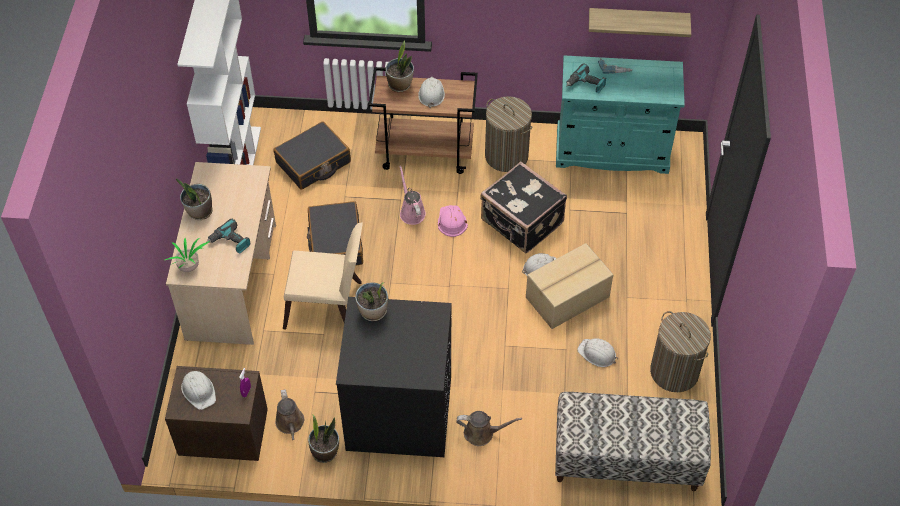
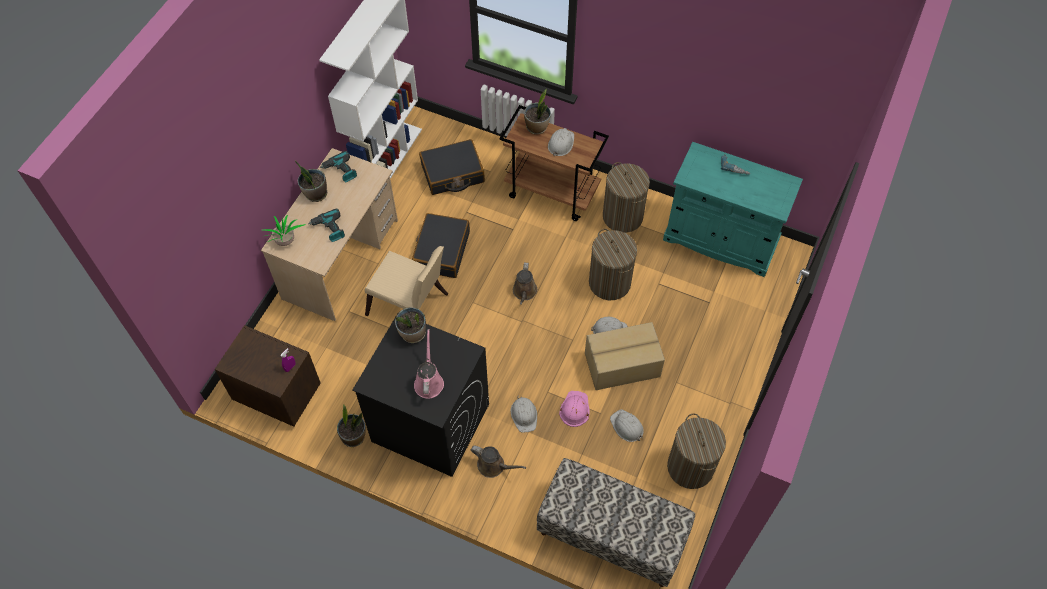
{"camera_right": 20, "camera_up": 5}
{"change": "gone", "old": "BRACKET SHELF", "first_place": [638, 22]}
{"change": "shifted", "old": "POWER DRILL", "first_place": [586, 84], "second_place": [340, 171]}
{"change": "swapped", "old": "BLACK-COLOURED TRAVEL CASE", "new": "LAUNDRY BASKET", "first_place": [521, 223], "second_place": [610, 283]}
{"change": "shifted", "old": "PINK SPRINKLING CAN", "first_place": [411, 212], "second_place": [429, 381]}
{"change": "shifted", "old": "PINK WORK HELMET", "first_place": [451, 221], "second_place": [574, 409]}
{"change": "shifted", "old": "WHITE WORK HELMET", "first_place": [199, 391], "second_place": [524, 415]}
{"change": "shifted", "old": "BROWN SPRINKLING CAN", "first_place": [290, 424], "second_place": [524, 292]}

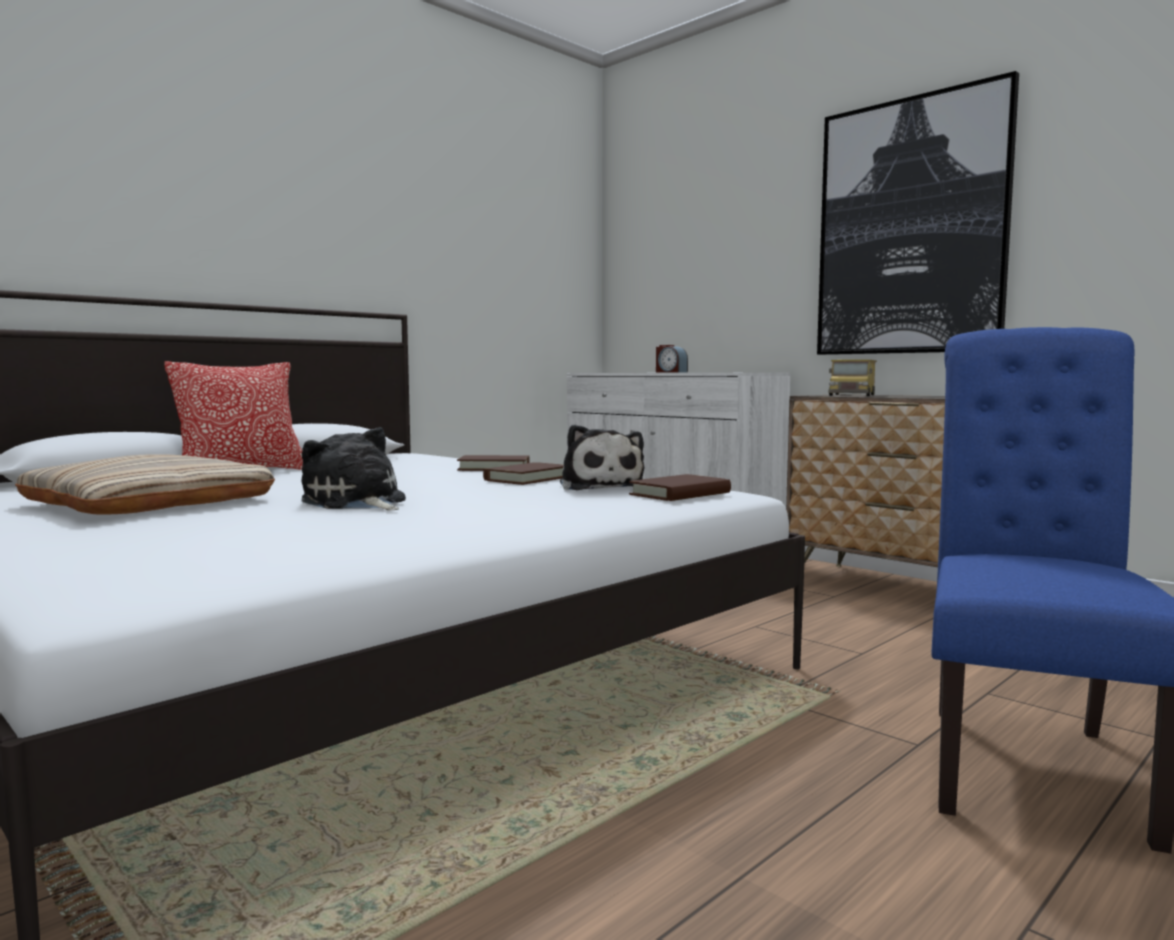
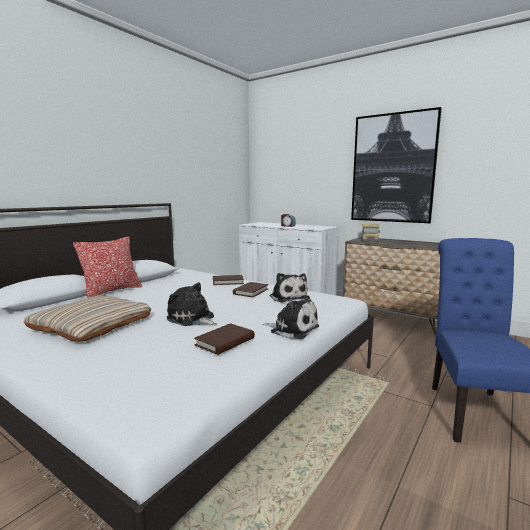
{"camera_right": -10, "camera_up": 5}
{"change": "shifted", "old": "BROWN VOLUME", "first_place": [680, 494], "second_place": [225, 342]}
{"change": "new", "new": "CUDDLY TOY", "second_place": [292, 329]}

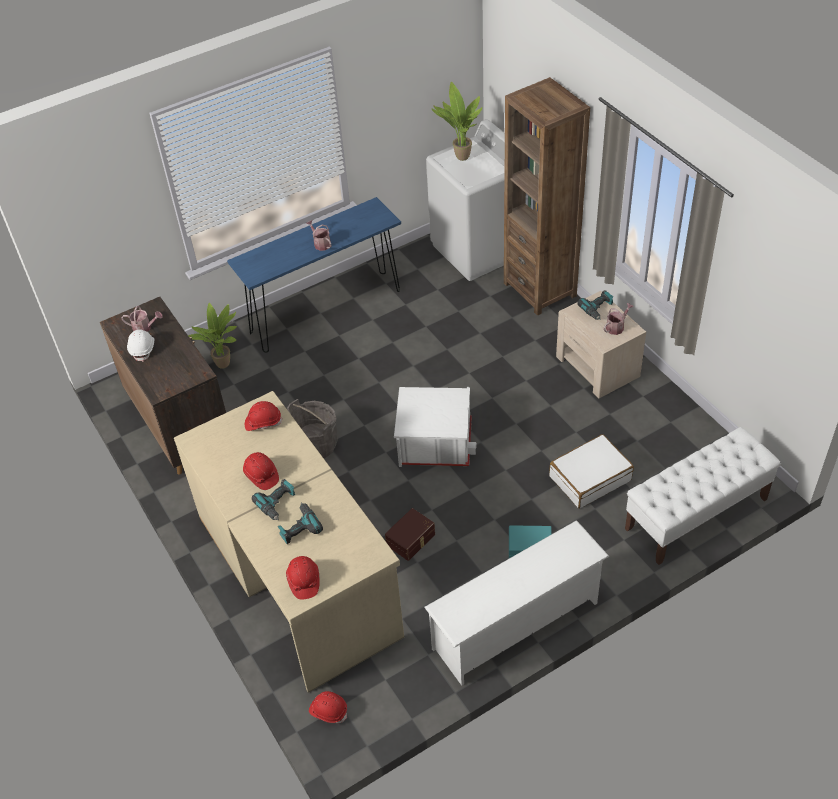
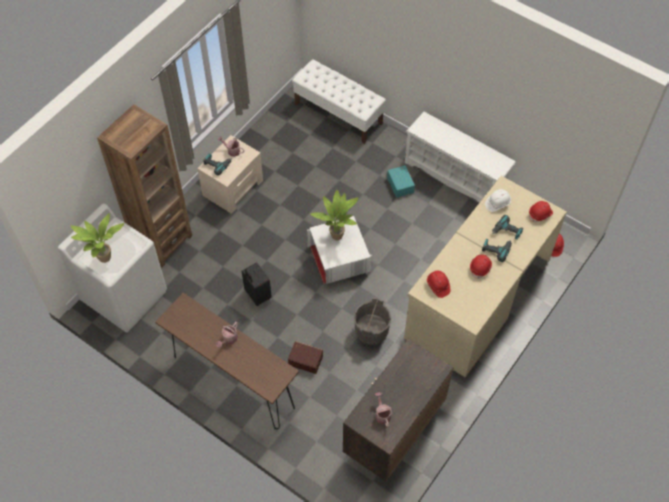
{"camera_right": -115, "camera_up": 10}
{"change": "repainted", "old": "BLUISH CONSOLE TABLE", "new": "BROWN CONSOLE TABLE", "first_place": [326, 311], "second_place": [233, 381]}
{"change": "shifted", "old": "PLANT IN A POT", "first_place": [225, 365], "second_place": [337, 235]}
{"change": "shifted", "old": "WHITE WORK HELMET", "first_place": [143, 349], "second_place": [497, 203]}
{"change": "gone", "old": "WHITE TRAVEL CASE", "first_place": [590, 478]}
{"change": "shifted", "old": "BROWN STORAGE BOX", "first_place": [411, 540], "second_place": [305, 359]}
{"change": "new", "new": "BLACK-COLOURED TRAVEL CASE", "second_place": [257, 295]}

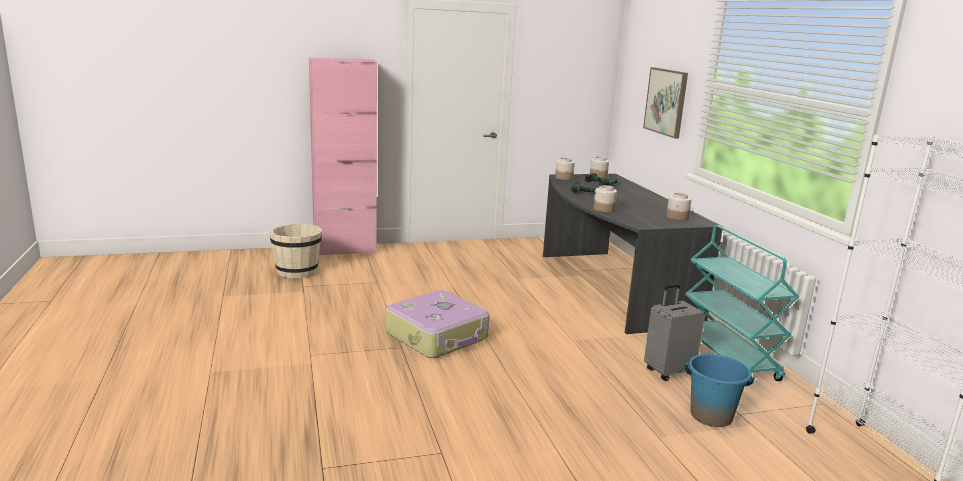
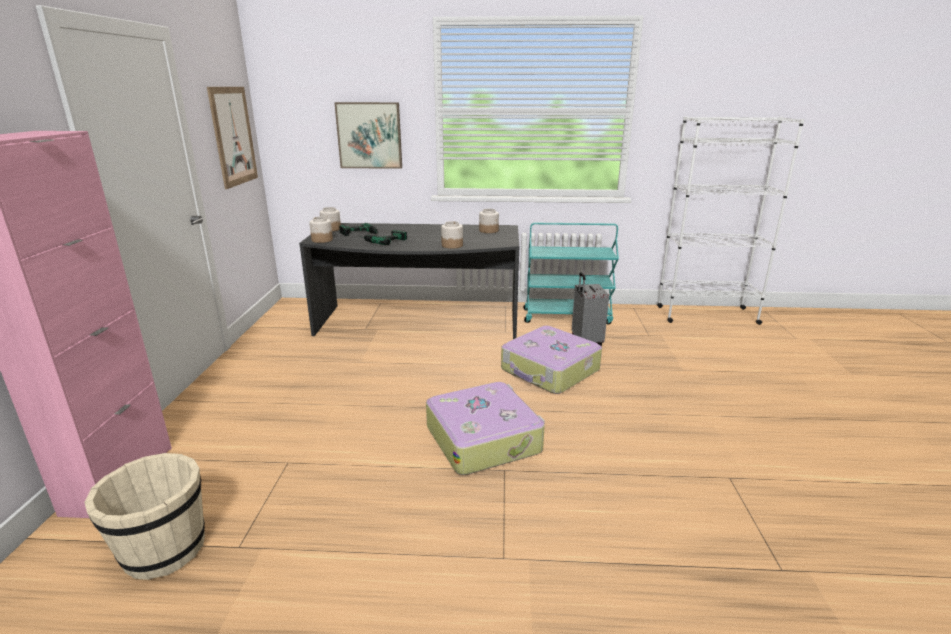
{"camera_right": -70, "camera_up": 5}
{"change": "gone", "old": "BLUISH PAIL", "first_place": [711, 416]}
{"change": "new", "new": "WALL ART", "second_place": [233, 136]}
{"change": "new", "new": "TRAVEL CASE", "second_place": [550, 371]}

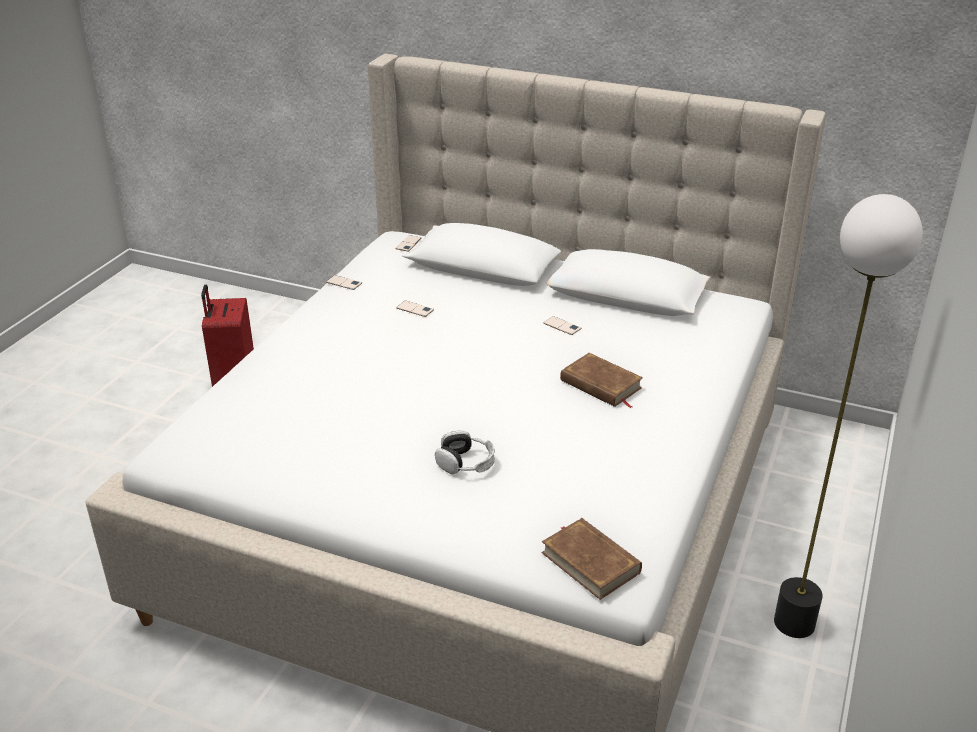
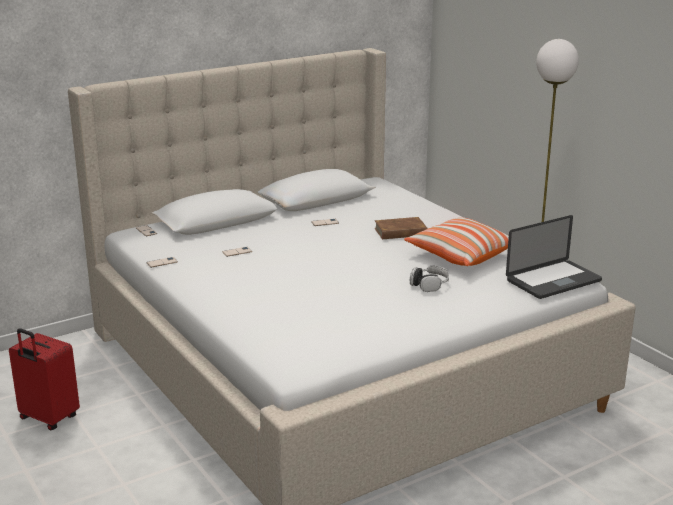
{"camera_right": -55, "camera_up": -10}
{"change": "swapped", "old": "BROWN VOLUME", "new": "LAPTOP", "first_place": [590, 562], "second_place": [553, 281]}
{"change": "new", "new": "CUSHION", "second_place": [460, 255]}

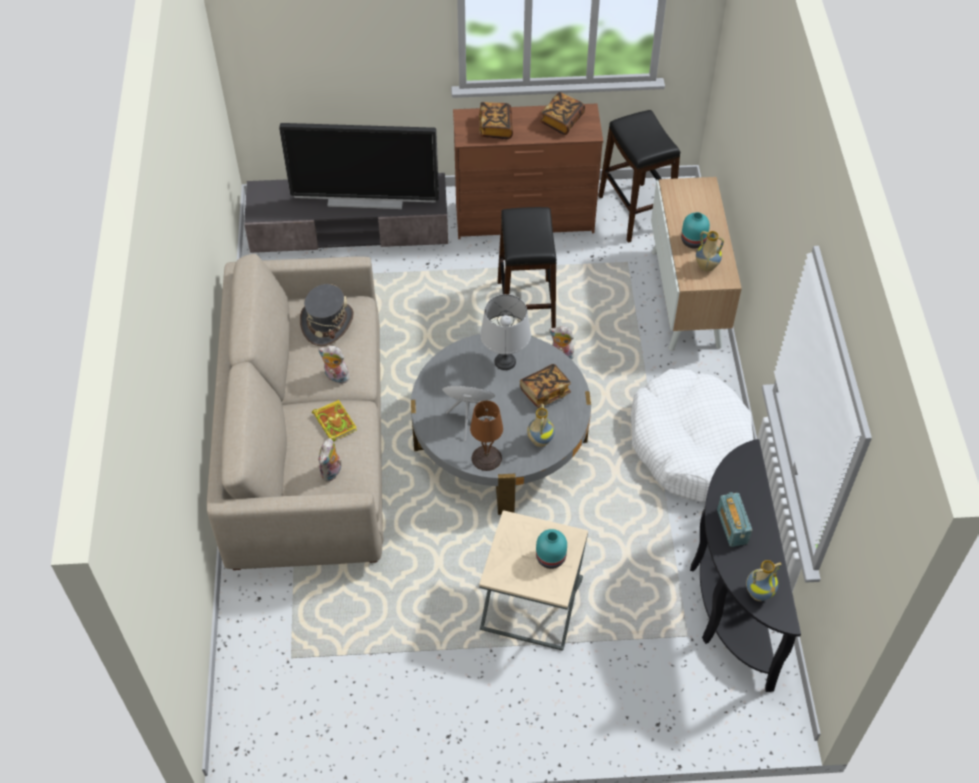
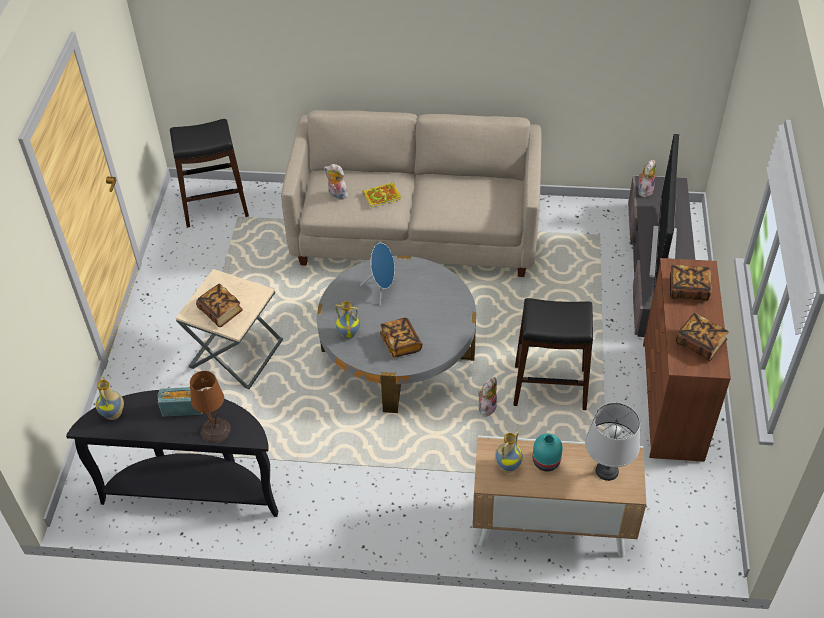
{"camera_right": 100, "camera_up": -5}
{"change": "shifted", "old": "BLACK-COLOURED SITTING STOOL", "first_place": [635, 212], "second_place": [215, 207]}
{"change": "gone", "old": "GRAY HAT", "first_place": [327, 323]}
{"change": "shifted", "old": "GRAY TABLE LAMP", "first_place": [504, 362], "second_place": [606, 470]}
{"change": "shifted", "old": "CUDDLY TOY", "first_place": [335, 377], "second_place": [644, 190]}
{"change": "gone", "old": "WHITE DOG BED", "first_place": [689, 444]}
{"change": "shifted", "old": "BROWN TABLE LAMP", "first_place": [486, 458], "second_place": [215, 430]}
{"change": "swapped", "old": "TURQUOISE DECORATIVE VASE", "new": "VOLUME", "first_place": [549, 558], "second_place": [220, 312]}

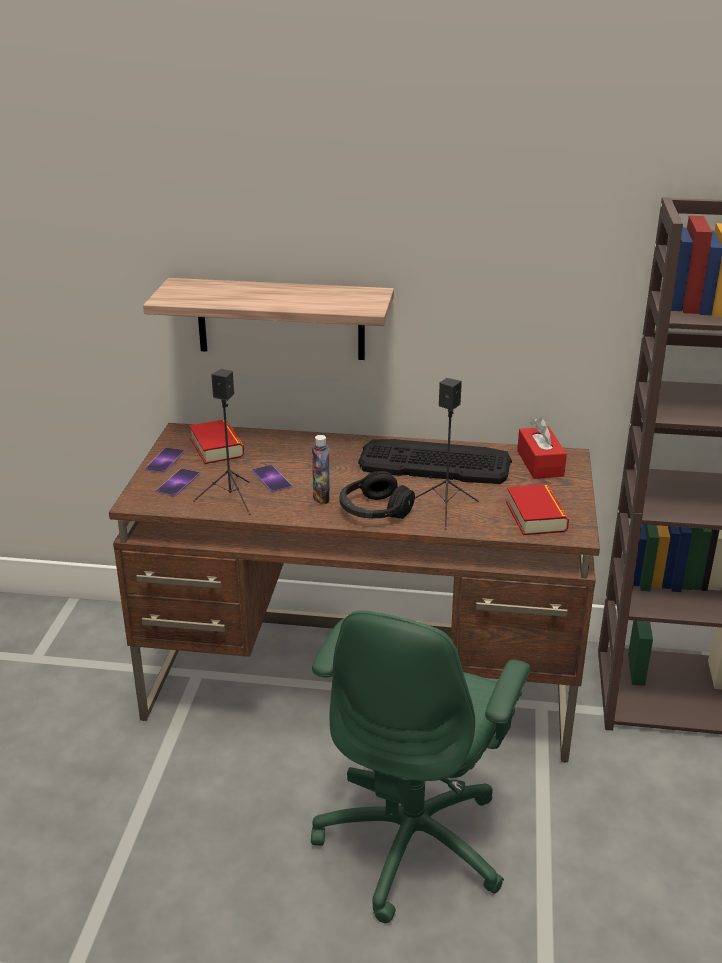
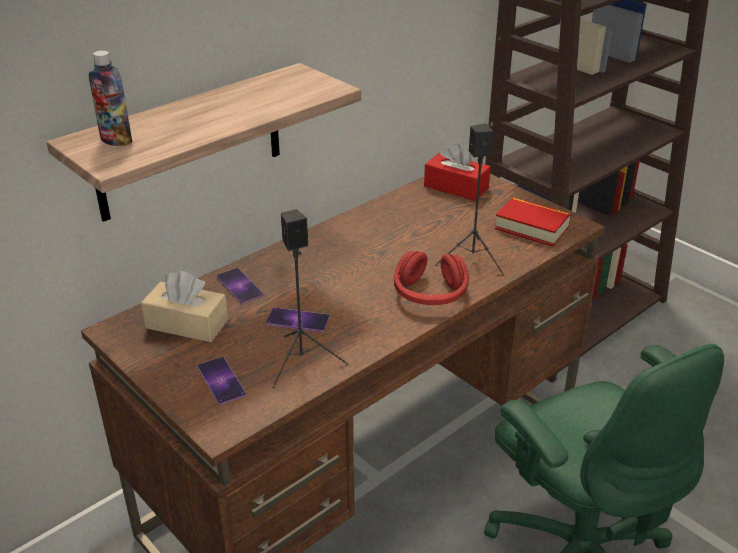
{"camera_right": -50, "camera_up": 5}
{"change": "swapped", "old": "VOLUME", "new": "BEIGE TISSUE BOX", "first_place": [217, 447], "second_place": [187, 324]}
{"change": "shifted", "old": "BEVERAGE BOTTLE", "first_place": [321, 498], "second_place": [116, 141]}
{"change": "gone", "old": "KEYBOARD", "first_place": [434, 462]}
{"change": "shifted", "old": "PHONE", "first_place": [165, 461], "second_place": [239, 286]}
{"change": "repainted", "old": "BLACK-COLOURED PAIR OF HEADPHONES", "new": "RED PAIR OF HEADPHONES", "first_place": [374, 510], "second_place": [430, 293]}

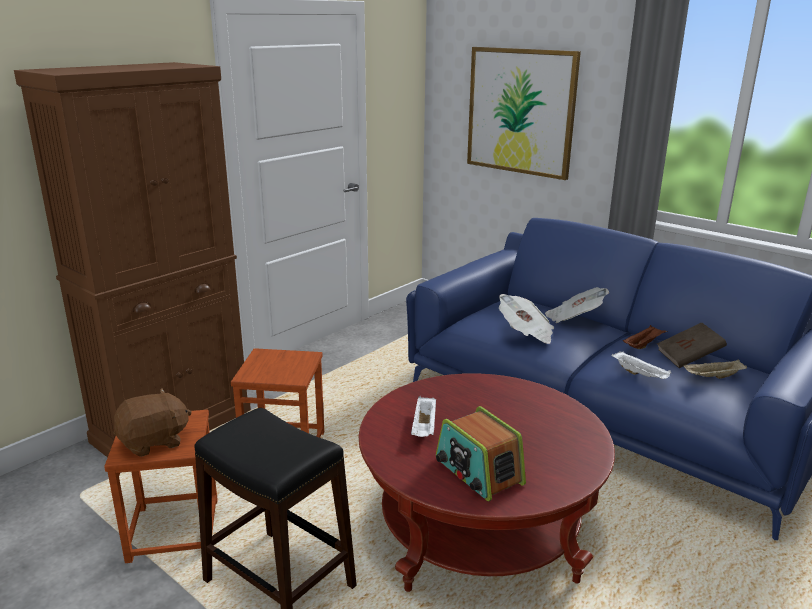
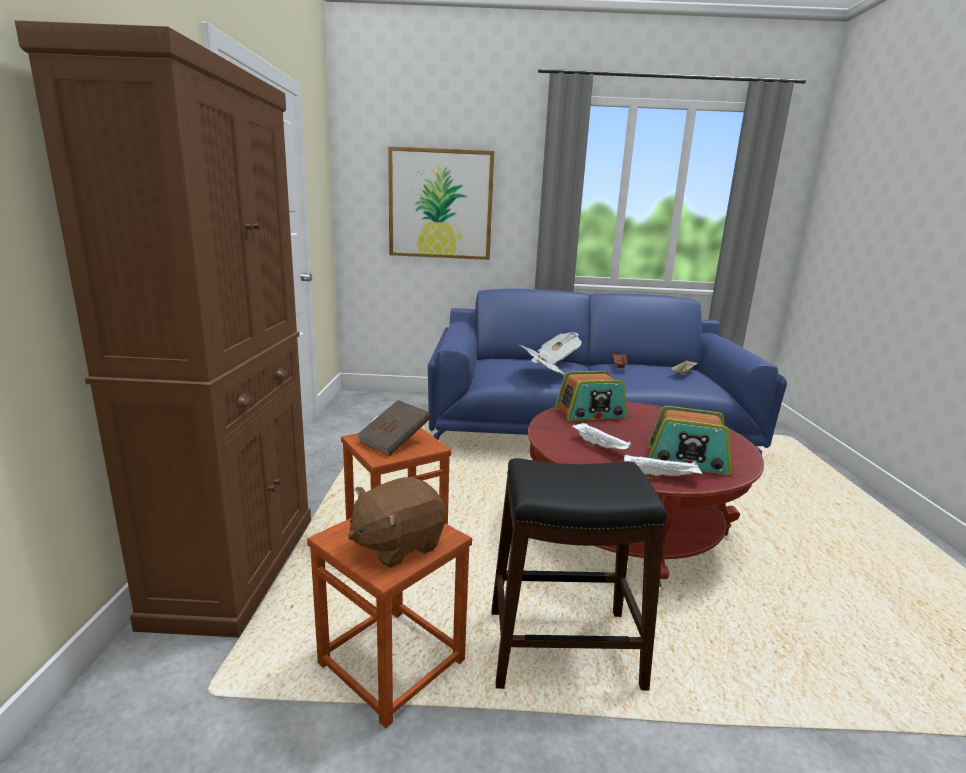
{"camera_right": -40, "camera_up": -5}
{"change": "shifted", "old": "BROWN VOLUME", "first_place": [688, 357], "second_place": [394, 441]}
{"change": "shifted", "old": "WHITE TRAY", "first_place": [640, 375], "second_place": [661, 476]}
{"change": "rotated", "old": "BROWN CUDDLY TOY", "first_place": [154, 442], "second_place": [397, 545], "degrees": -150}
{"change": "new", "new": "RADIO", "second_place": [590, 413]}

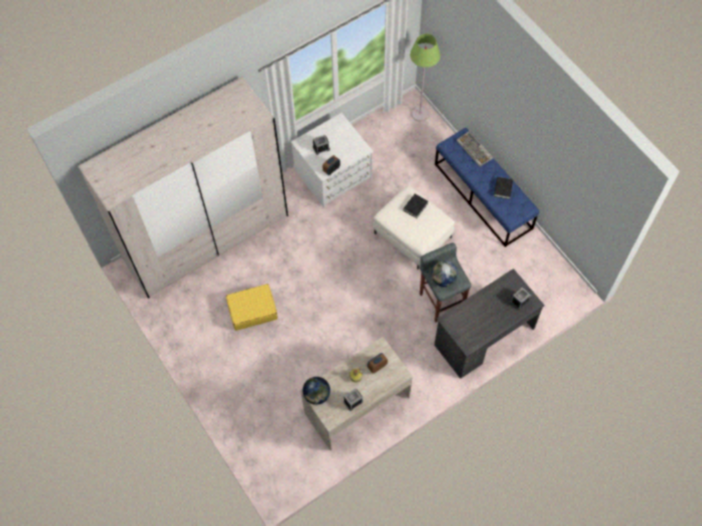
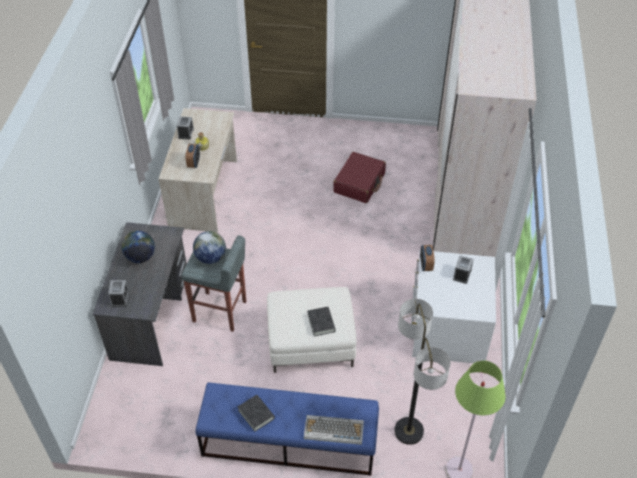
{"camera_right": 130, "camera_up": -15}
{"change": "repainted", "old": "YELLOW-COLOURED TRAVEL CASE", "new": "RED TRAVEL CASE", "first_place": [252, 310], "second_place": [359, 183]}
{"change": "shifted", "old": "GLOBE", "first_place": [317, 395], "second_place": [140, 257]}
{"change": "new", "new": "STANDARD LAMP", "second_place": [408, 431]}

